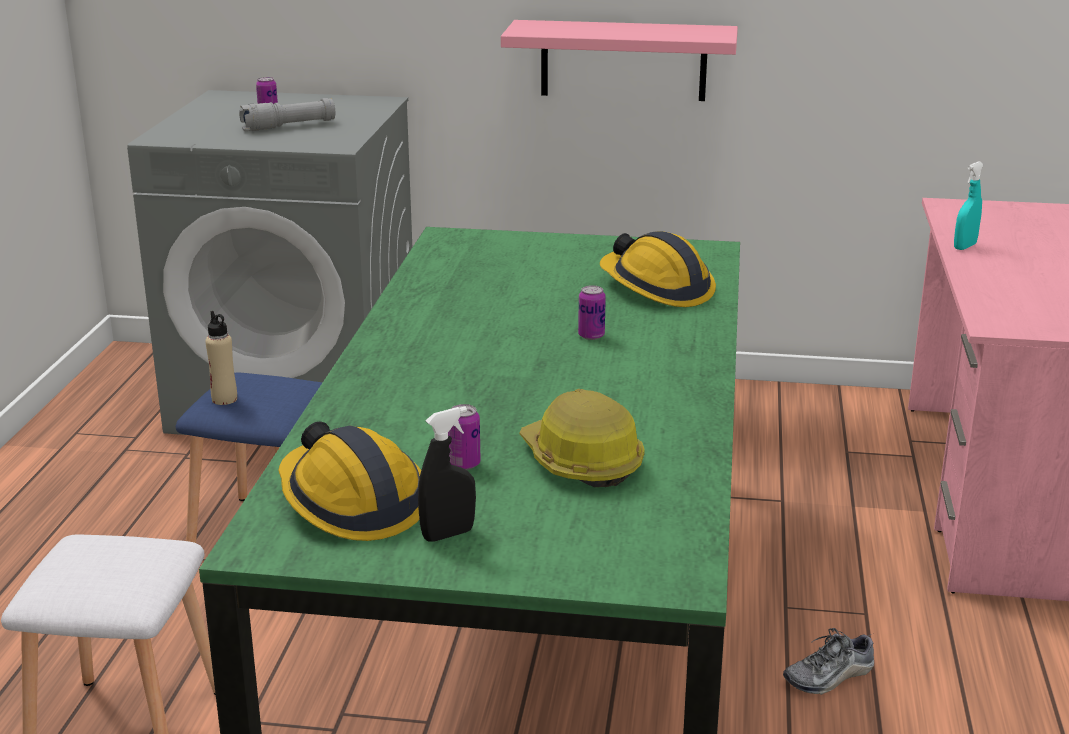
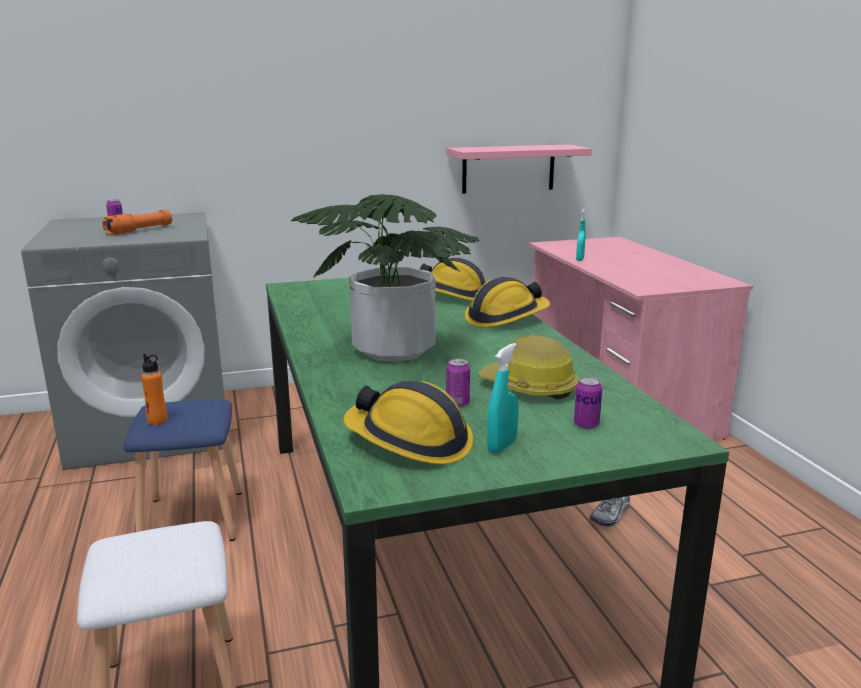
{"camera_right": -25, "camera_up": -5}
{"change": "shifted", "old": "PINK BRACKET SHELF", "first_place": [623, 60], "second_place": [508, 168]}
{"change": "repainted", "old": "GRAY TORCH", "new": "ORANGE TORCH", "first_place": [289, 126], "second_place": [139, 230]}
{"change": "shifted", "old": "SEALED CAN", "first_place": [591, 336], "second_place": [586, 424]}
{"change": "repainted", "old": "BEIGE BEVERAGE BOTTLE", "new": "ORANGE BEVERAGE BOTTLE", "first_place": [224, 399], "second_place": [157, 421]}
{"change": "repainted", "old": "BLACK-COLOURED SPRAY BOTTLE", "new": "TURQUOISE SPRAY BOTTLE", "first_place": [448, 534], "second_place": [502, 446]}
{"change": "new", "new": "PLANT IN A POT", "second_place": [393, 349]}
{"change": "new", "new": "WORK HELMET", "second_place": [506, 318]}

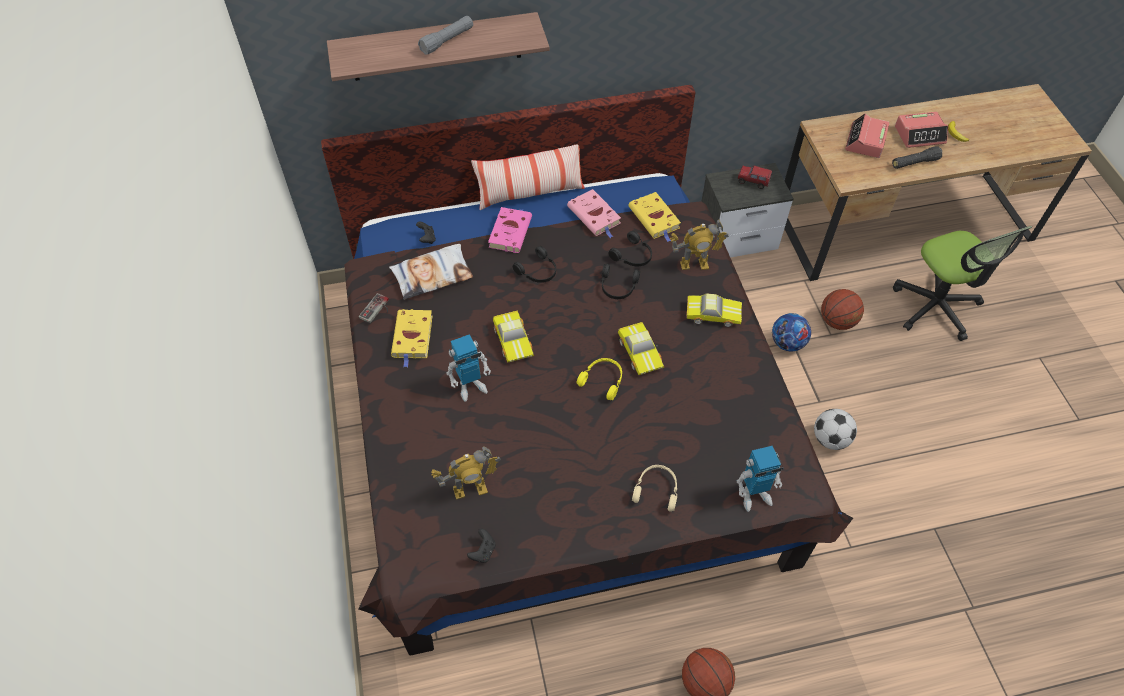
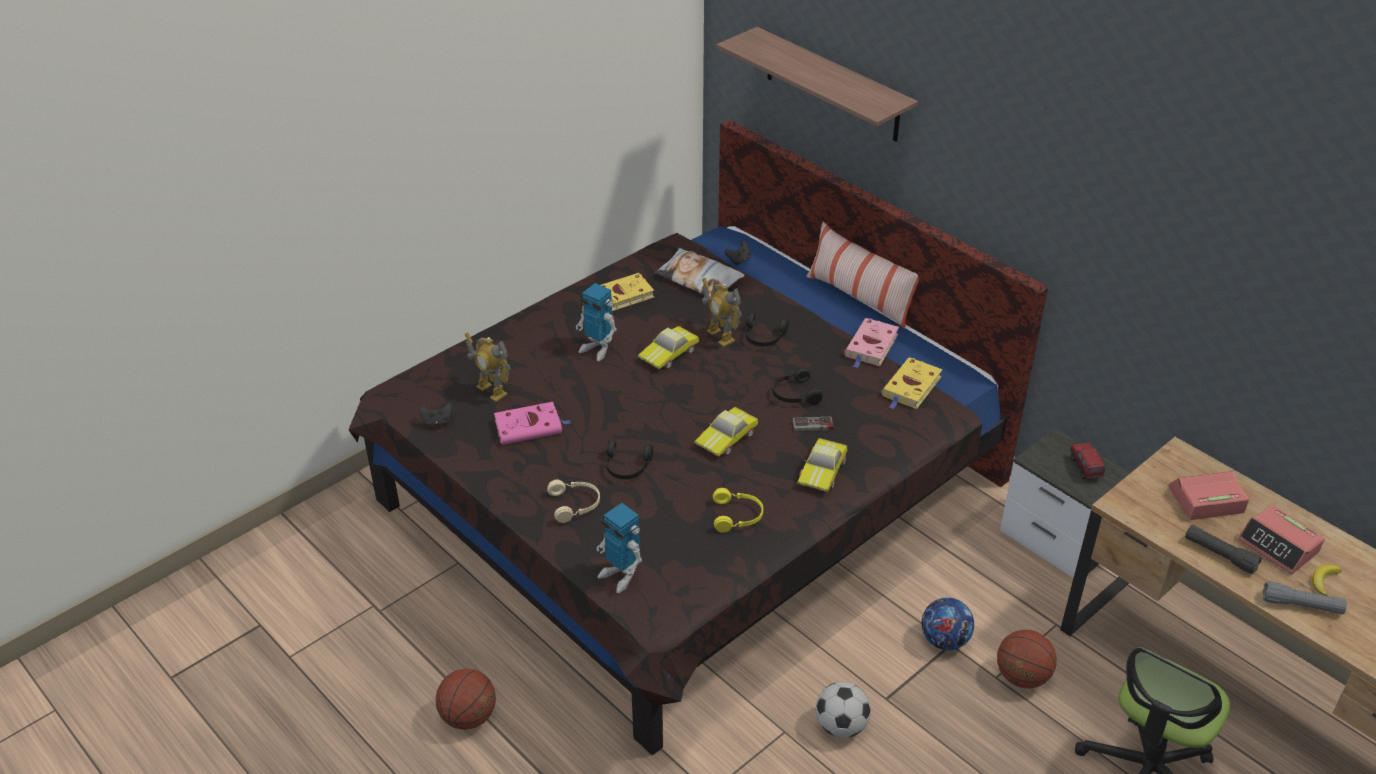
{"camera_right": 60, "camera_up": -15}
{"change": "shifted", "old": "GRAY TORCH", "first_place": [447, 41], "second_place": [1301, 605]}
{"change": "shifted", "old": "PINK VOLUME", "first_place": [510, 231], "second_place": [530, 427]}
{"change": "shifted", "old": "MODEL ROBOT", "first_place": [694, 264], "second_place": [720, 336]}
{"change": "shifted", "old": "BLACK-COLOURED PAIR OF HEADPHONES", "first_place": [633, 256], "second_place": [626, 467]}
{"change": "shifted", "old": "GAMEPAD", "first_place": [377, 310], "second_place": [813, 428]}
{"change": "rotated", "old": "TOY CAR", "first_place": [712, 313], "second_place": [823, 471], "degrees": 45}
{"change": "shifted", "old": "YELLOW-COLOURED PAIR OF HEADPHONES", "first_place": [603, 380], "second_place": [738, 516]}

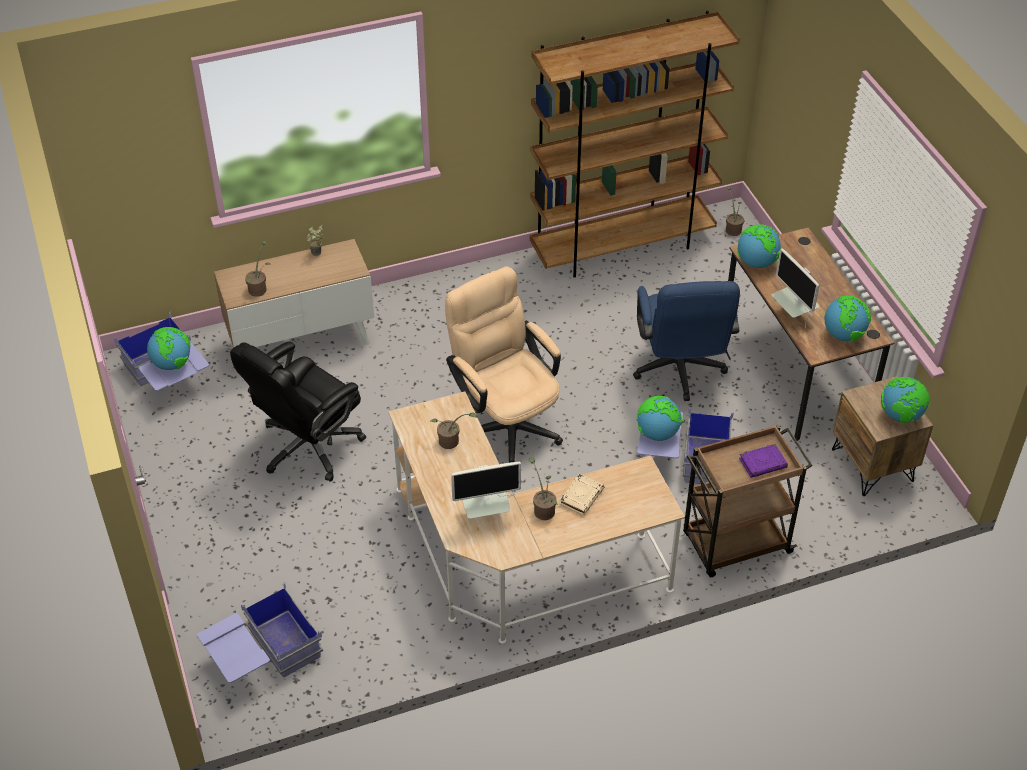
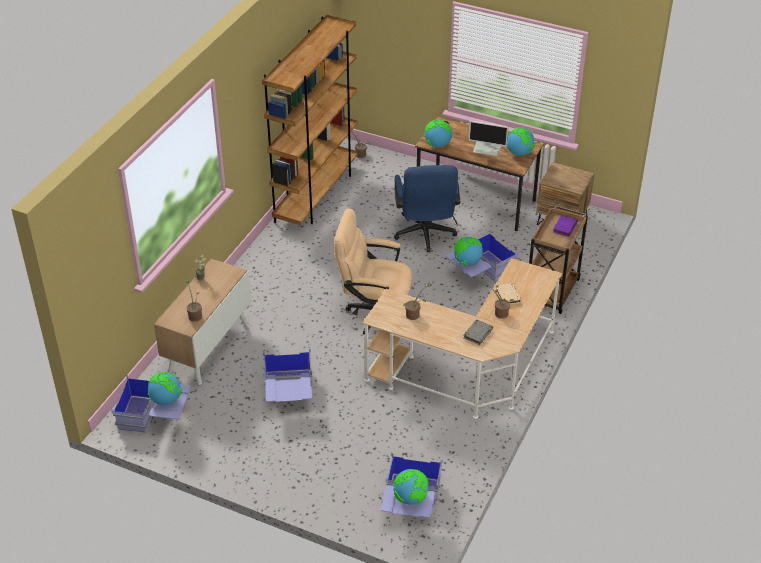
{"camera_right": -45, "camera_up": -5}
{"change": "rotated", "old": "BLUISH DESK CHAIR", "first_place": [679, 372], "second_place": [425, 235], "degrees": 45}
{"change": "swapped", "old": "BLACK-COLOURED DESK CHAIR", "new": "BLUISH STORAGE BOX", "first_place": [308, 446], "second_place": [289, 394]}
{"change": "shifted", "old": "GLOBE", "first_place": [901, 416], "second_place": [411, 498]}
{"change": "swapped", "old": "COMPUTER DISPLAY", "new": "GRAY VOLUME", "first_place": [486, 515], "second_place": [478, 333]}

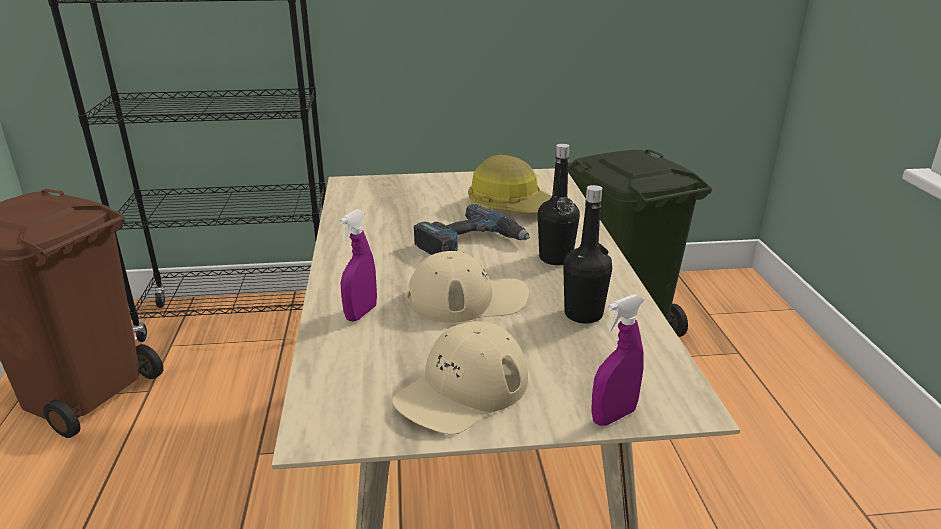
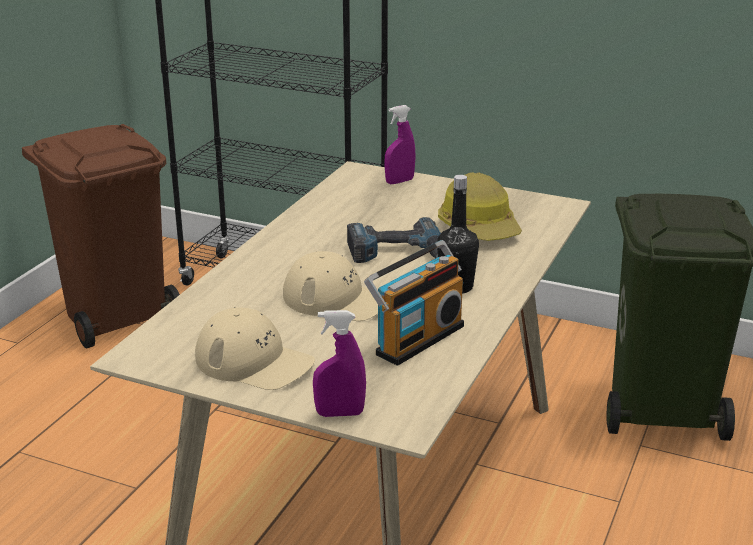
{"camera_right": 30, "camera_up": 0}
{"change": "swapped", "old": "BLACK-COLOURED BEVERAGE BOTTLE", "new": "RADIO", "first_place": [583, 314], "second_place": [416, 338]}
{"change": "shifted", "old": "PURPLISH SPRAY BOTTLE", "first_place": [361, 313], "second_place": [399, 181]}
{"change": "rotated", "old": "BEIGE CAP", "first_place": [462, 390], "second_place": [254, 362], "degrees": -135}

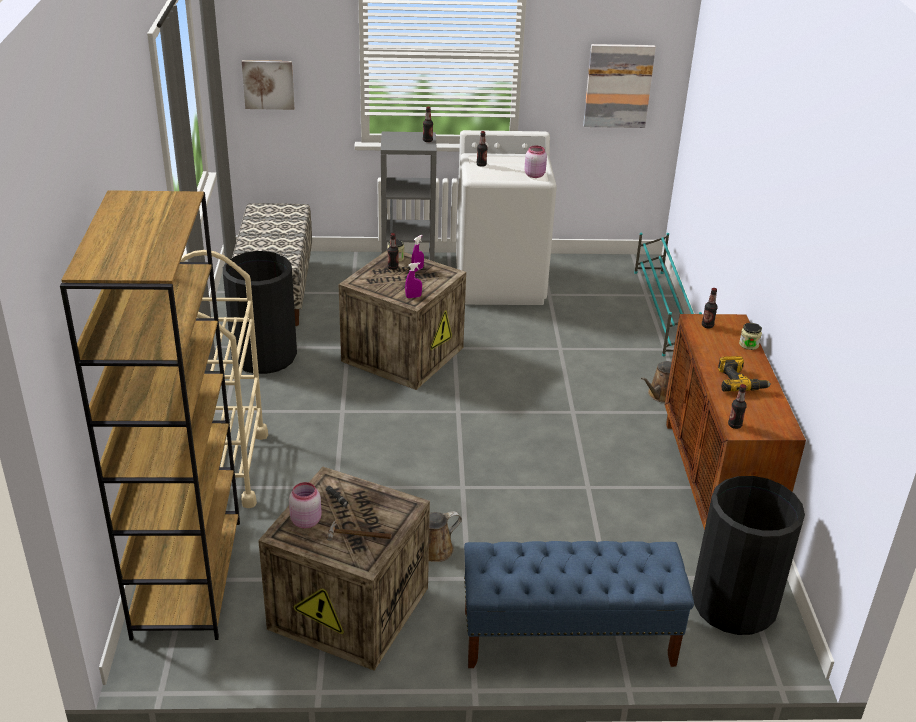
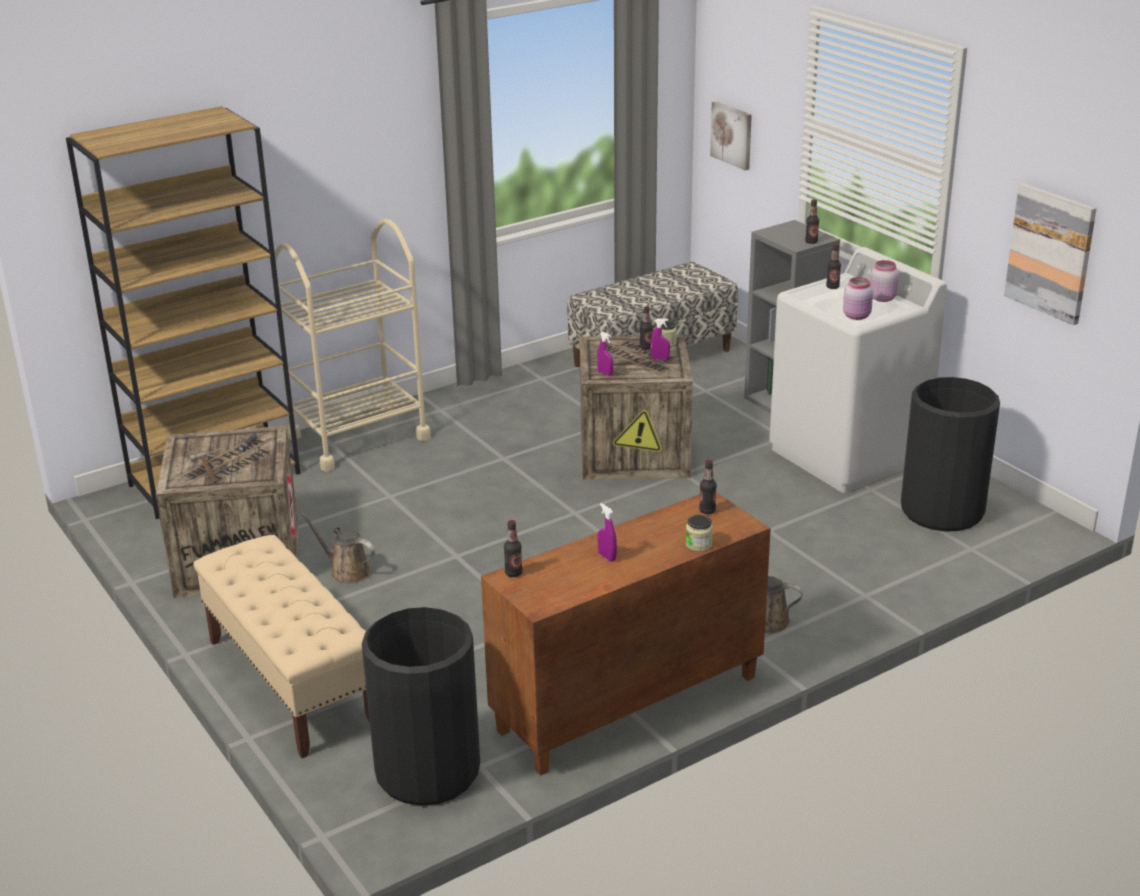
{"camera_right": 60, "camera_up": -5}
{"change": "gone", "old": "TURQUOISE SHOE STAND", "first_place": [662, 312]}
{"change": "shifted", "old": "BLACK-COLOURED RUBBISH BIN", "first_place": [264, 356], "second_place": [942, 511]}
{"change": "swapped", "old": "POWER DRILL", "new": "PURPLISH SPRAY BOTTLE", "first_place": [739, 382], "second_place": [607, 557]}
{"change": "shifted", "old": "PINK PRESERVE JAR", "first_place": [305, 520], "second_place": [882, 298]}
{"change": "repainted", "old": "BLUISH BENCH", "new": "BEIGE BENCH", "first_place": [567, 638], "second_place": [291, 682]}

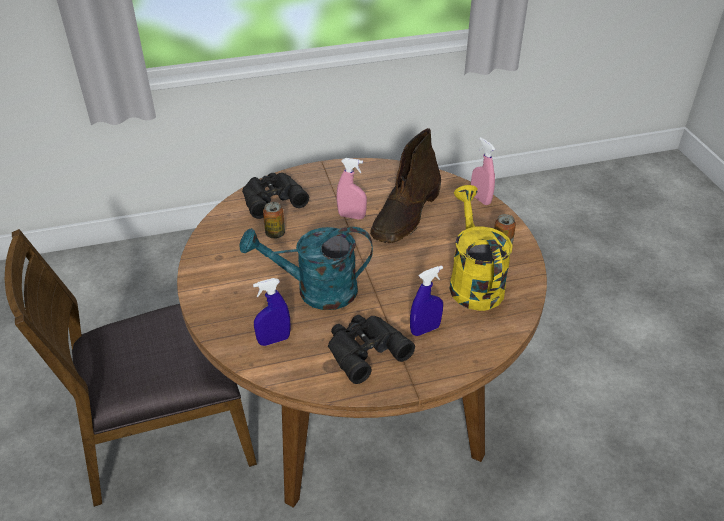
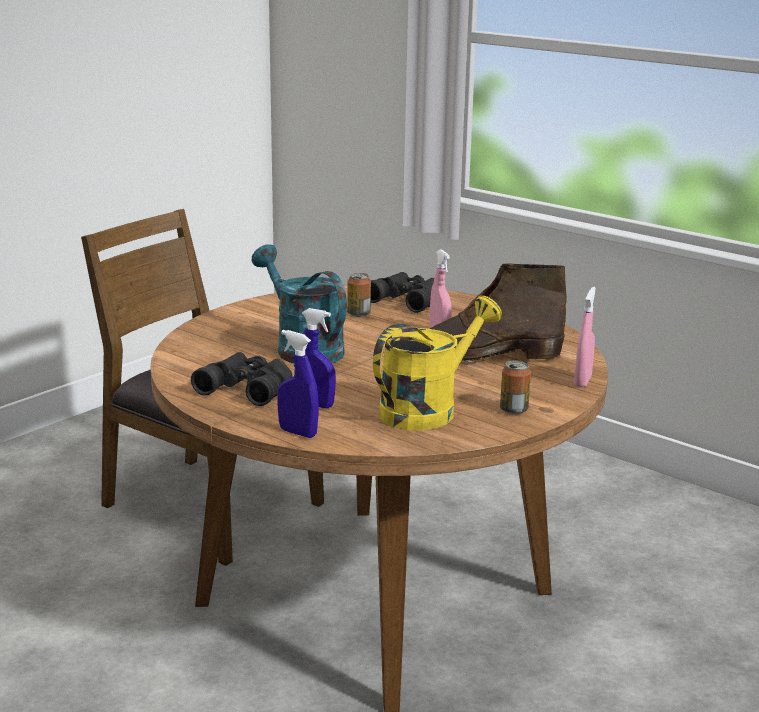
{"camera_right": 55, "camera_up": -20}
{"change": "shifted", "old": "BLUISH SPRAY BOTTLE", "first_place": [274, 340], "second_place": [298, 433]}

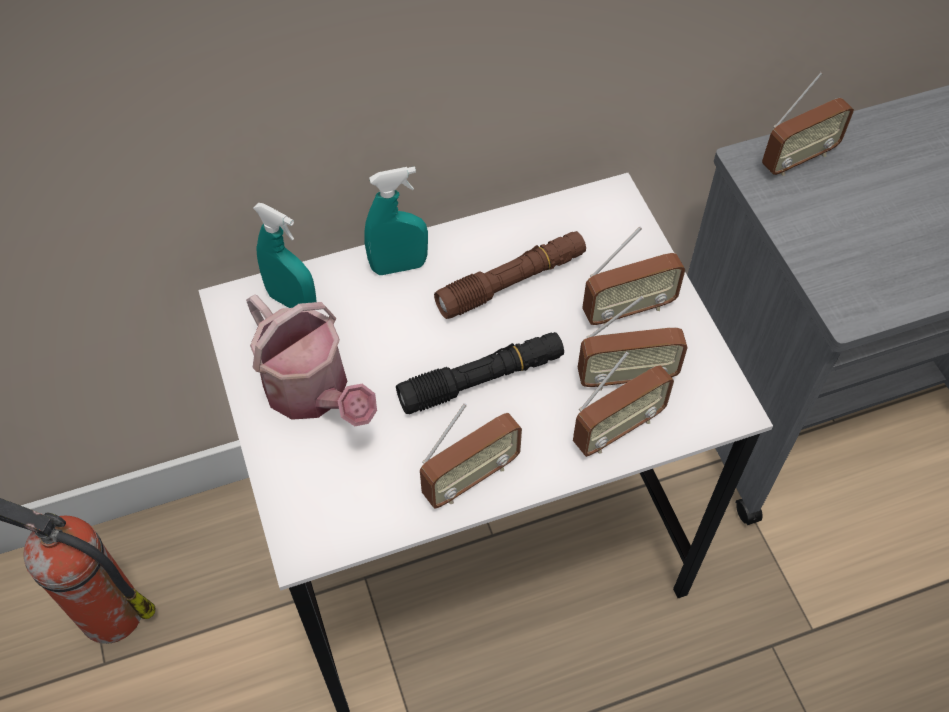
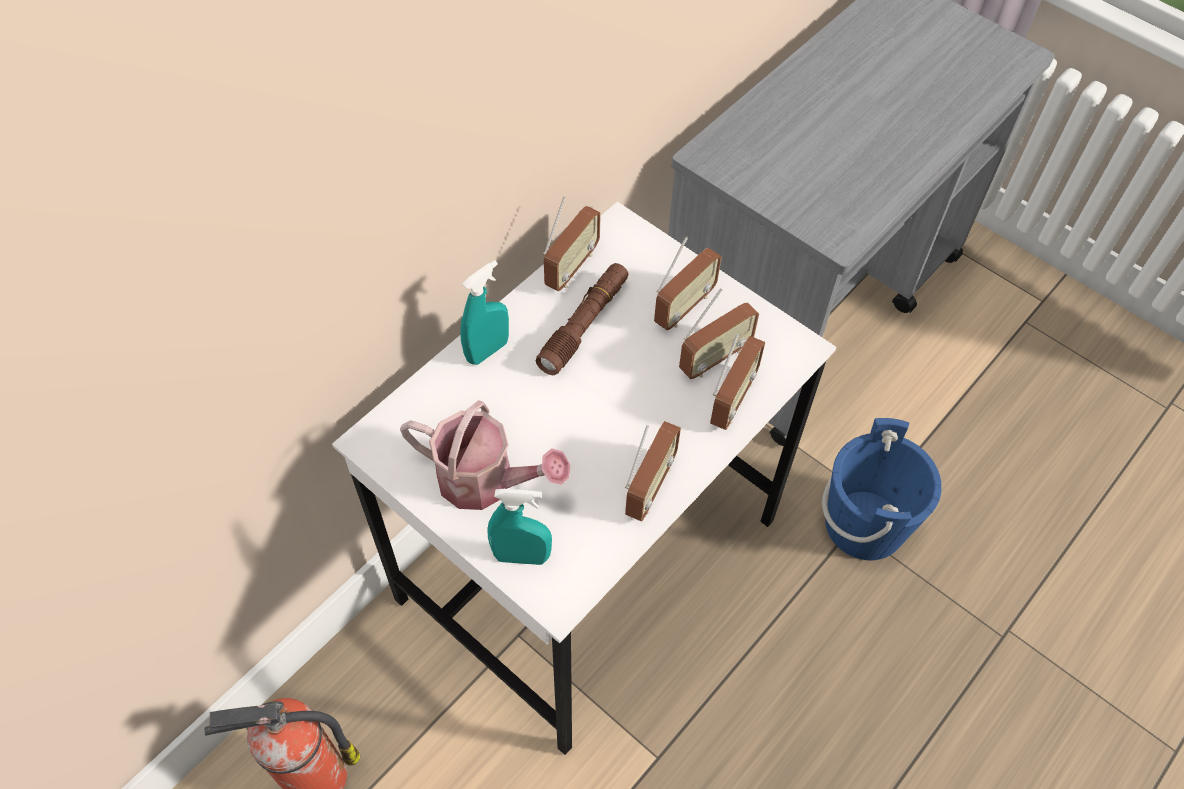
{"camera_right": -30, "camera_up": 0}
{"change": "shifted", "old": "RADIO", "first_place": [798, 159], "second_place": [571, 267]}
{"change": "shifted", "old": "TURQUOISE SPRAY BOTTLE", "first_place": [292, 302], "second_place": [521, 556]}
{"change": "gone", "old": "BLACK-COLOURED TORCH", "first_place": [482, 380]}
{"change": "new", "new": "BLUISH PAIL", "second_place": [865, 524]}

